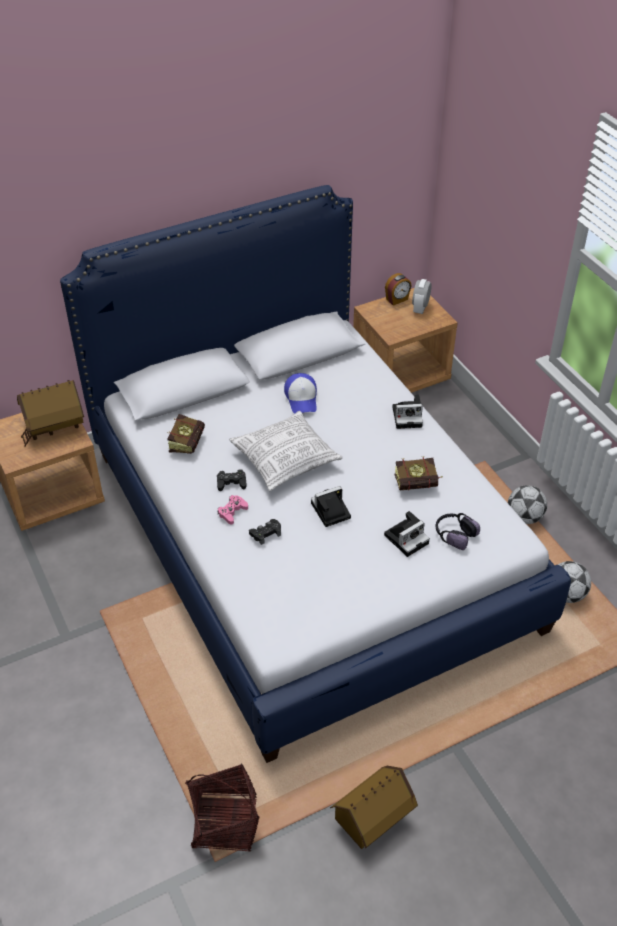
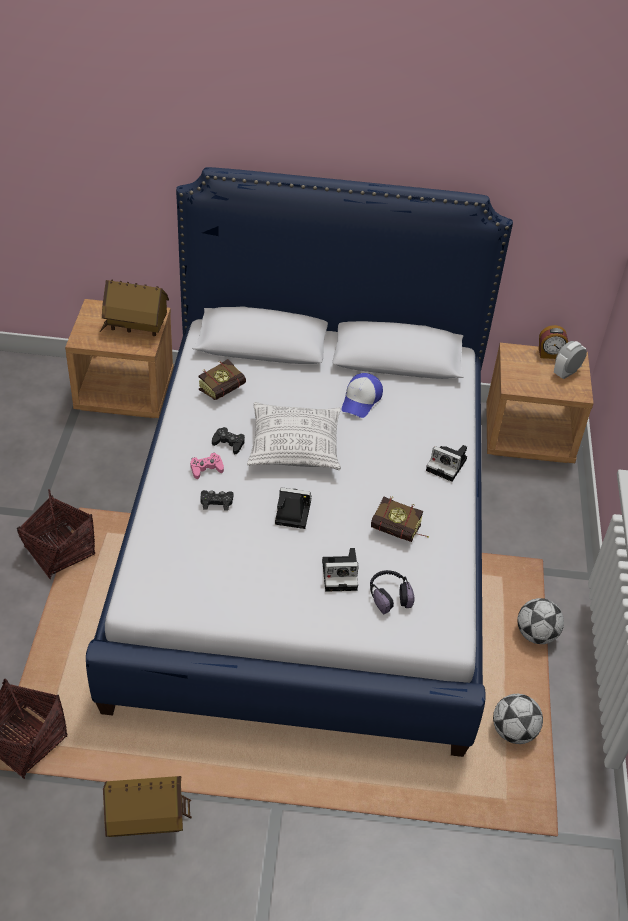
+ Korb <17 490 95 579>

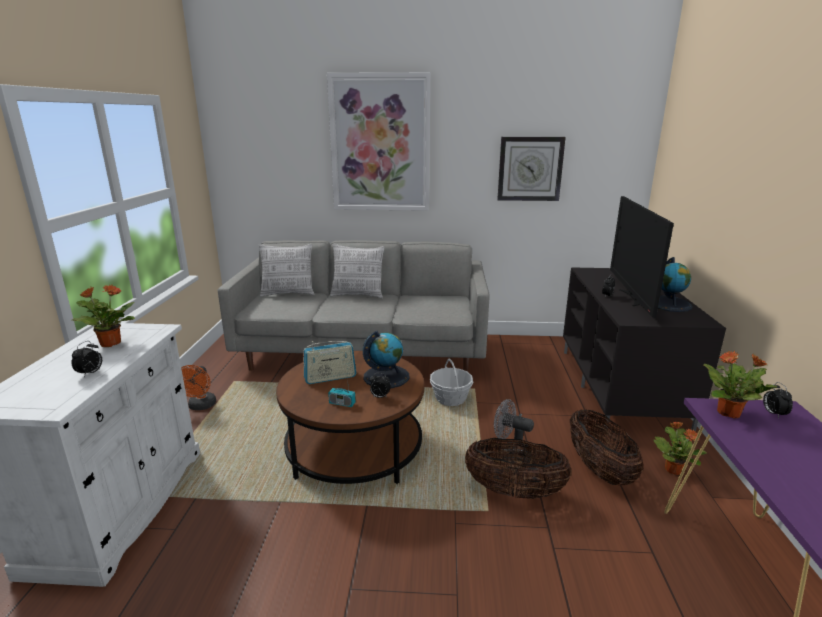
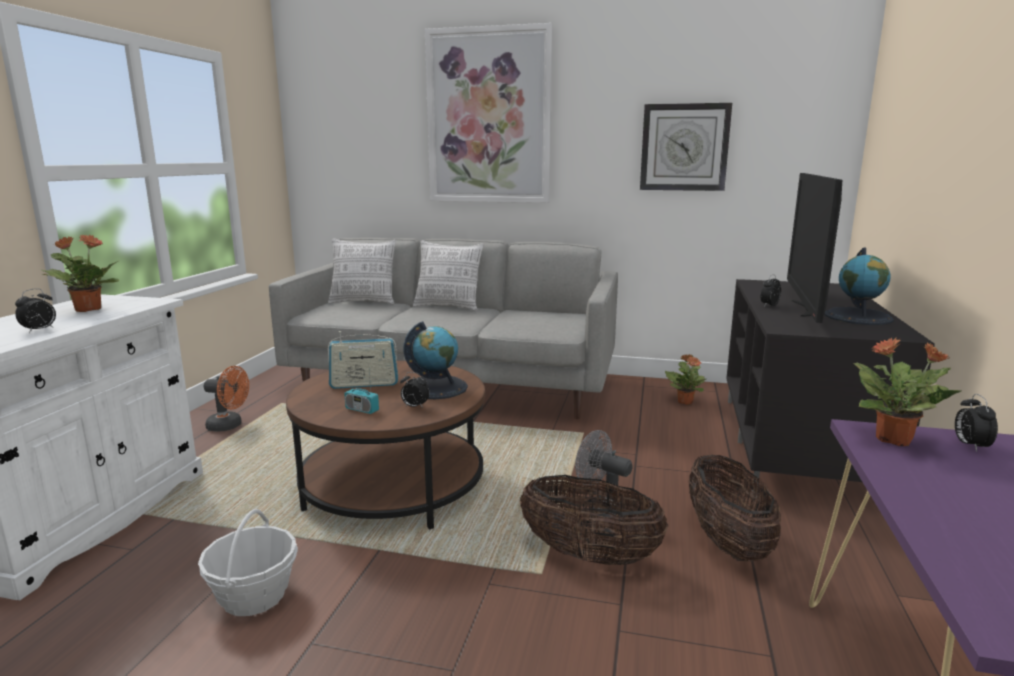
~ Korb <430 359 473 406> to <198 509 298 616>
~ Topfpflanze <654 422 707 475> to <665 354 706 405>
~ Ventilator [orange] <181 365 216 410> = <204 366 249 432> 90 degrees counterclockwise

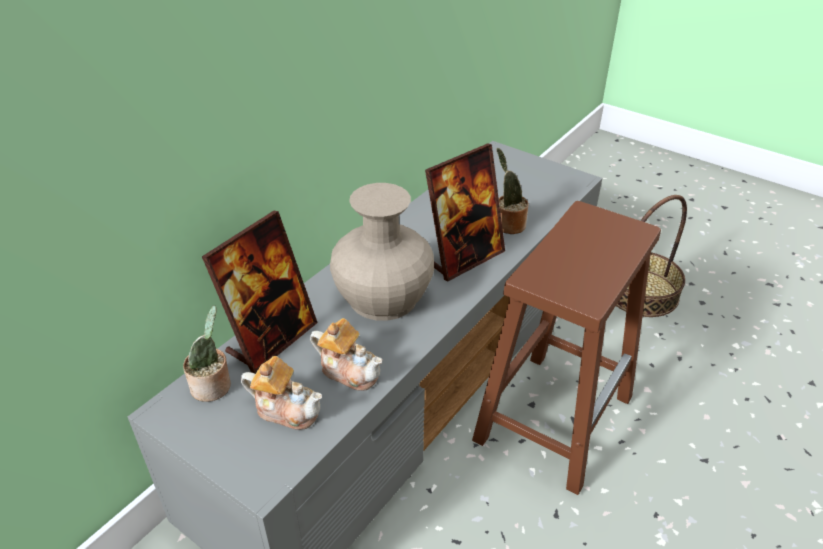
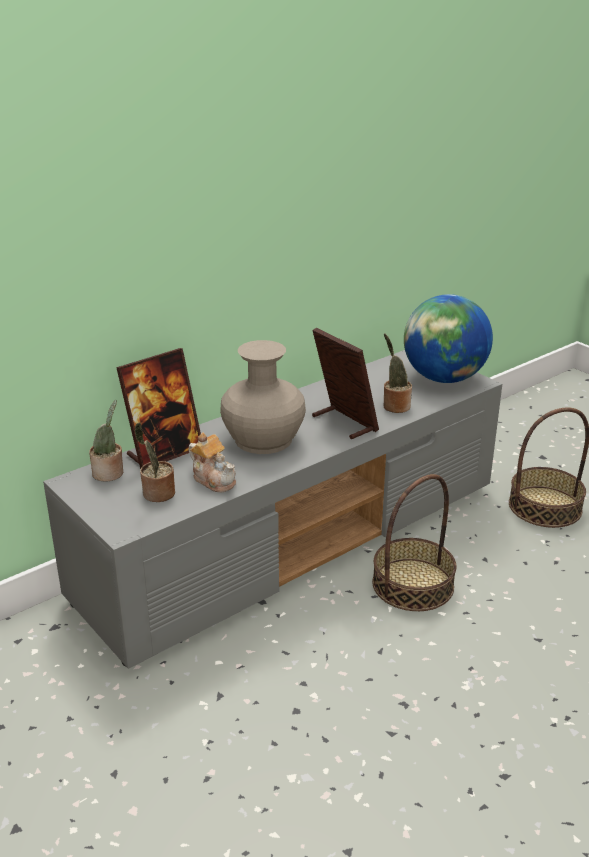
+ Globus <404 294 493 383>
~ Teekanne <241 356 322 430> to Topfpflanze <135 423 175 502>
~ Hocker [braun] <472 201 661 495> to Korb <372 474 457 611>
~ Bilderrahmen <425 143 505 281> = <312 328 379 439> 105 degrees counterclockwise

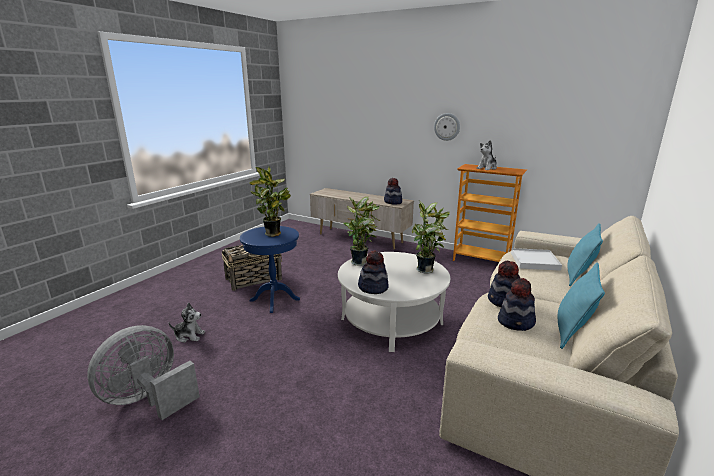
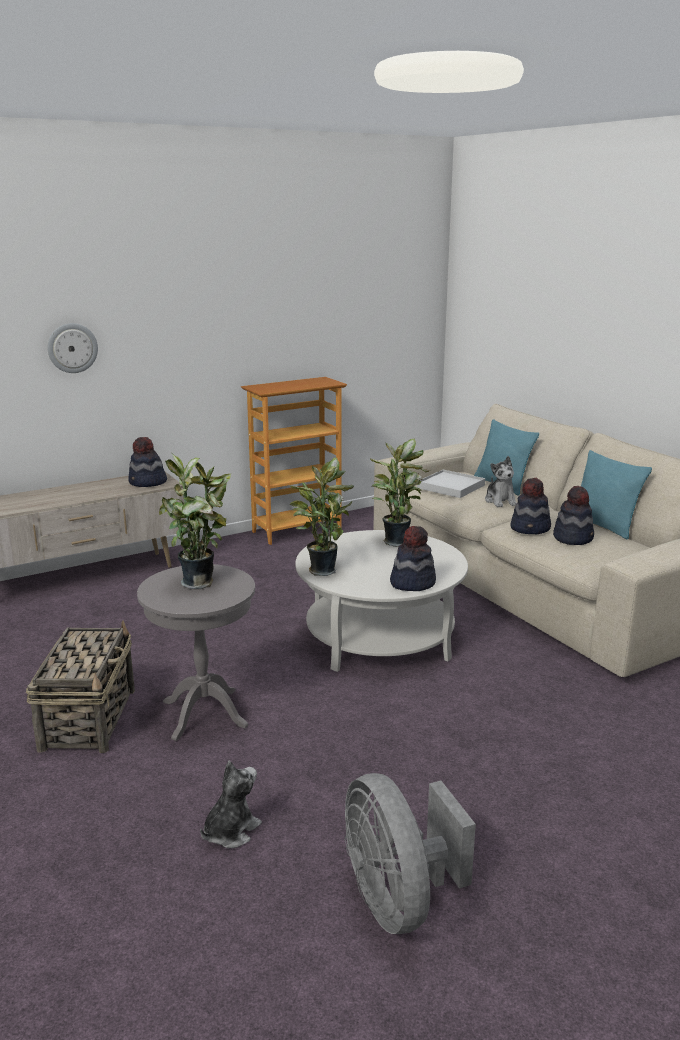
~ Wanduhr <434 113 460 141> to <47 323 98 373>
~ Plüschtier <476 140 497 170> to <485 456 517 507>
~ Beistelltisch [blau] <240 226 300 313> to Beistelltisch [grau] <137 564 255 741>

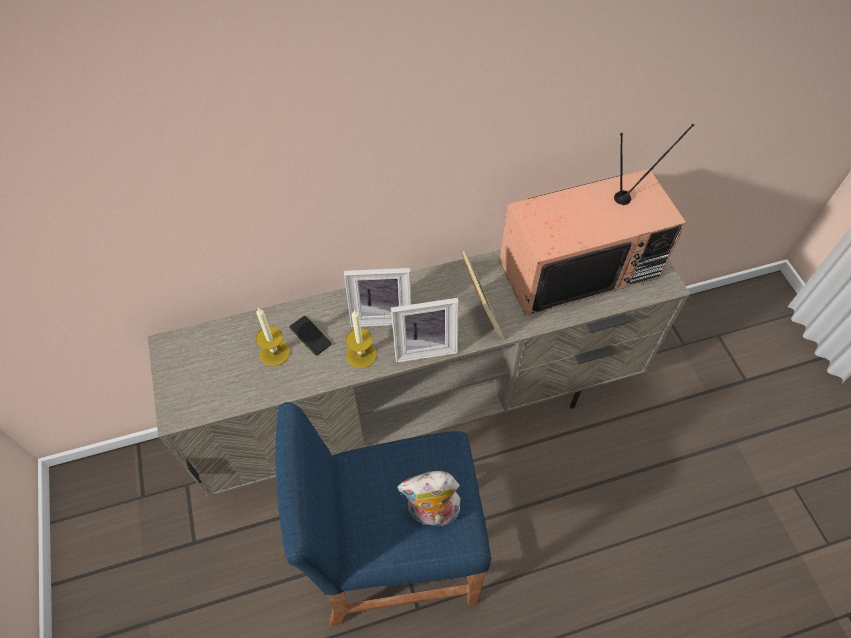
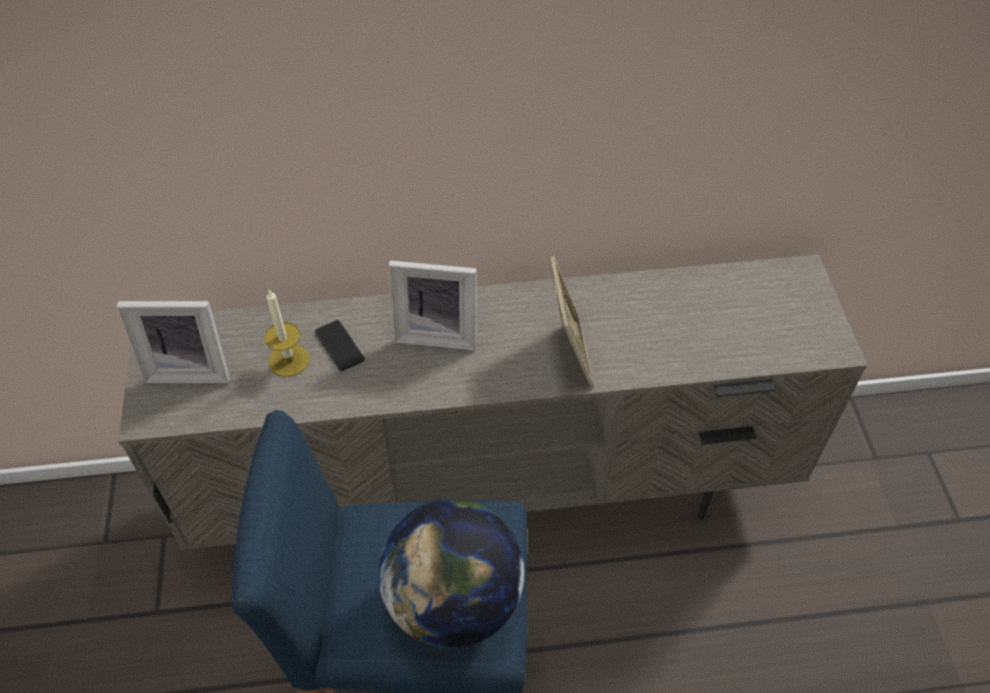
- Kerze <346 310 377 368>
- Fernseher <499 124 694 316>
~ Bilderrahmen <391 298 459 362> to <117 301 230 383>
~ Plüschtier <397 471 460 526> to Globus <378 499 524 649>

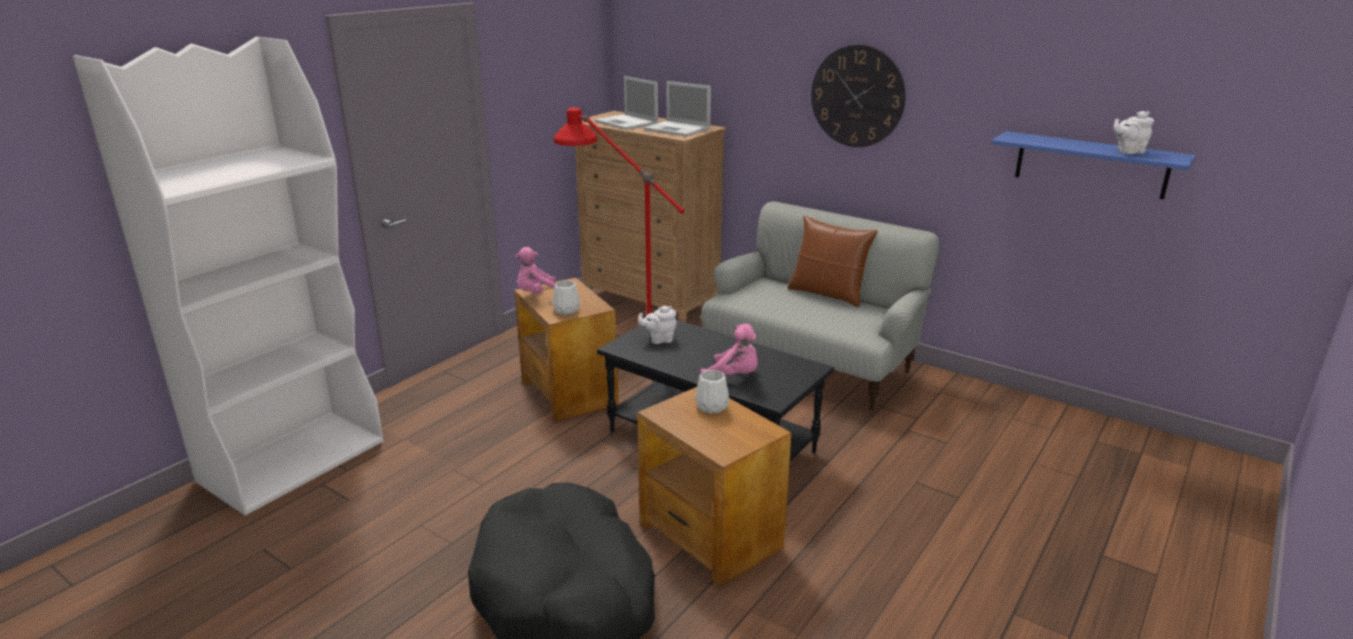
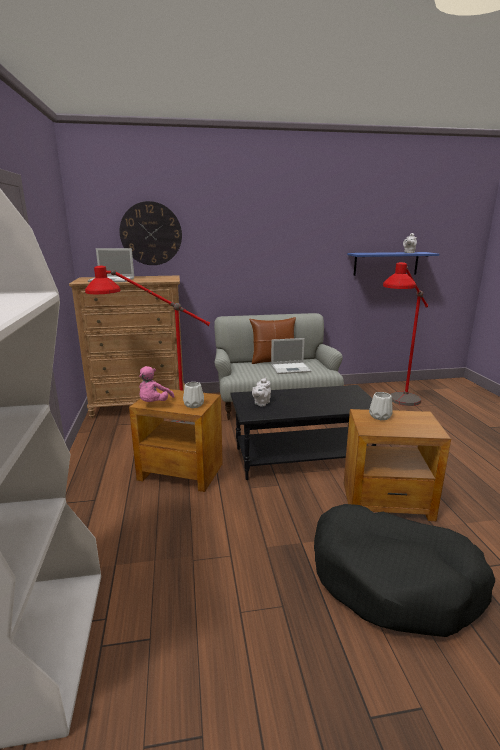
- Plüschtier [rosa] <700 324 758 375>
+ Stehlampe [rot] <383 262 428 406>
~ Laptop <644 81 711 136> to <271 338 311 374>
~ Wanduhr <811 44 905 147> to <120 201 182 265>

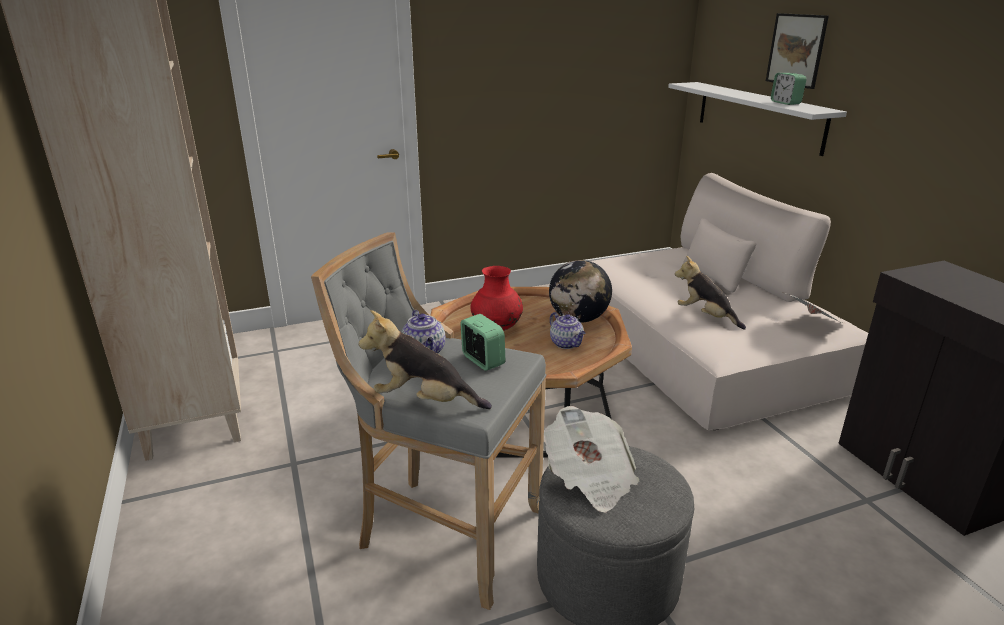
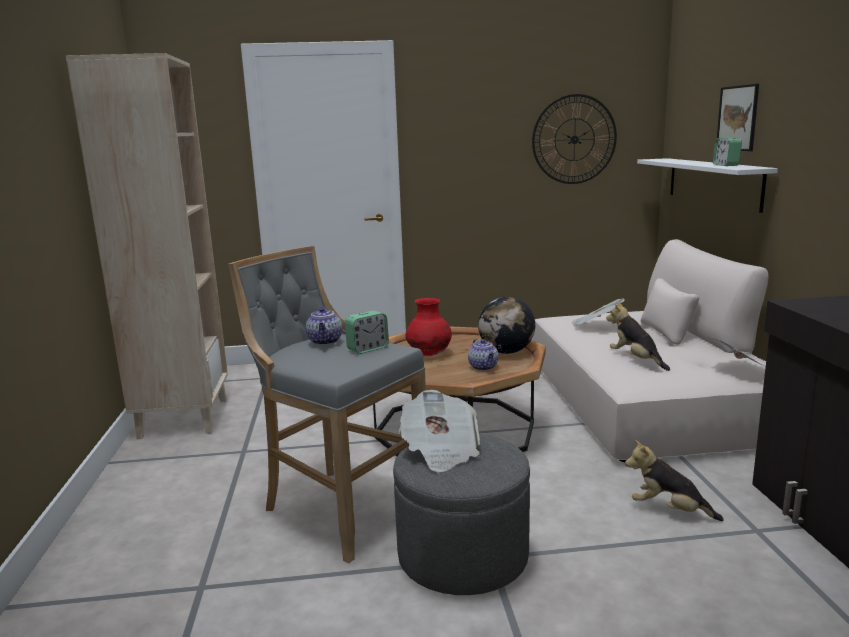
+ Wanduhr <532 94 617 184>
+ Zeitung <572 299 624 327>
~ Plüschtier <359 310 492 409> to <625 440 723 521>
~ Wecker <460 314 505 371> = <345 311 389 354> 75 degrees clockwise

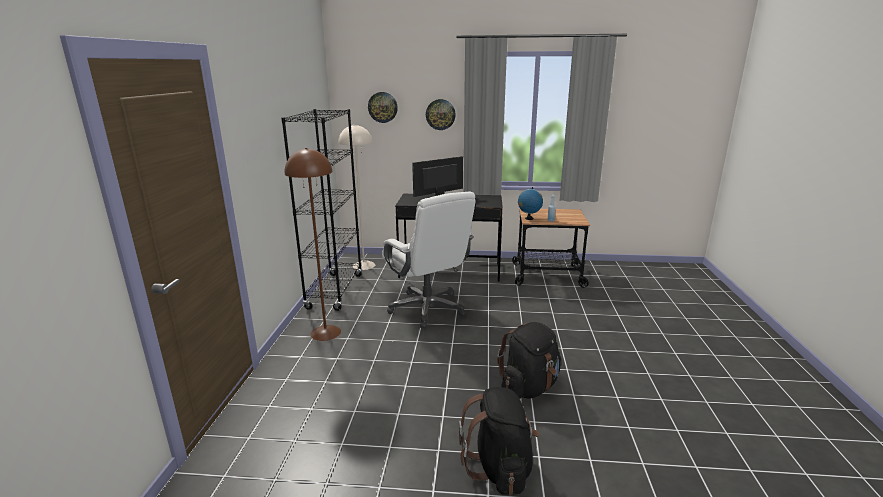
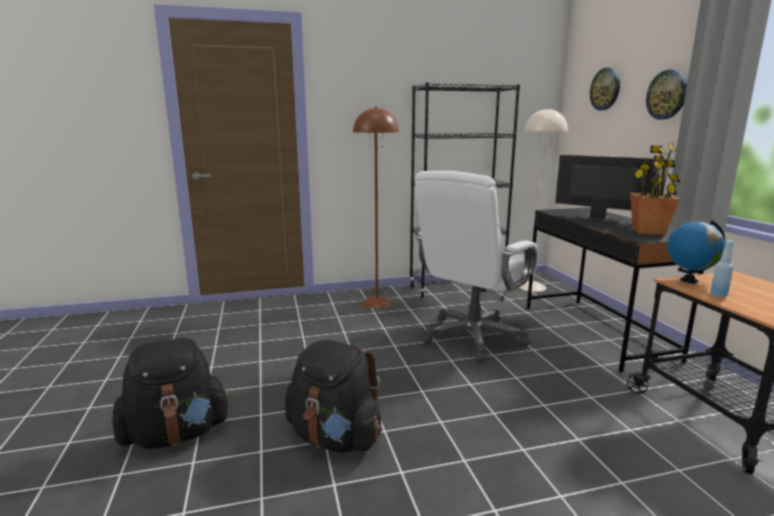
+ Topfpflanze <630 143 680 235>

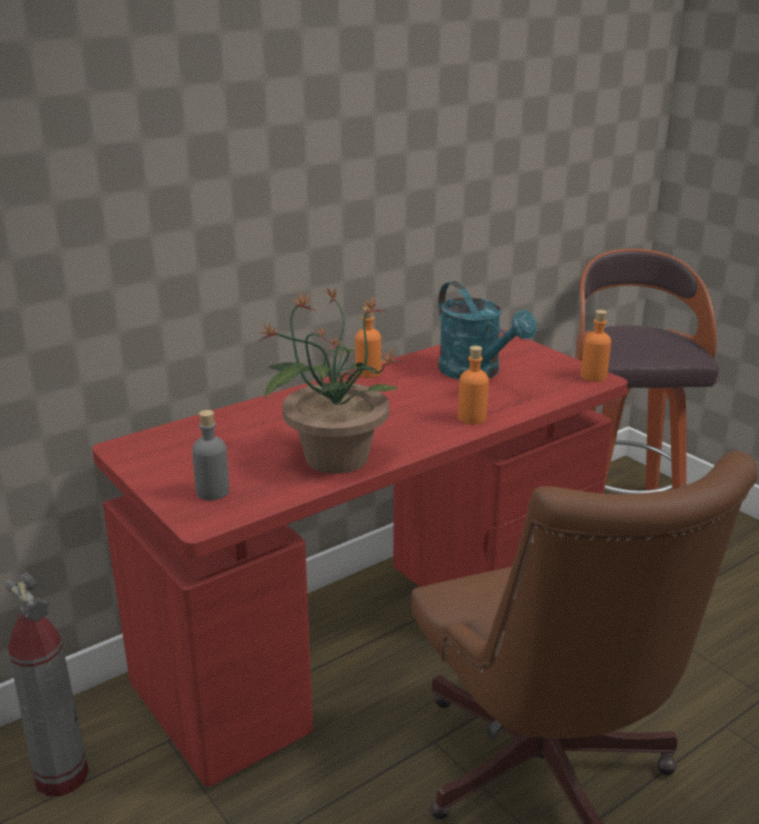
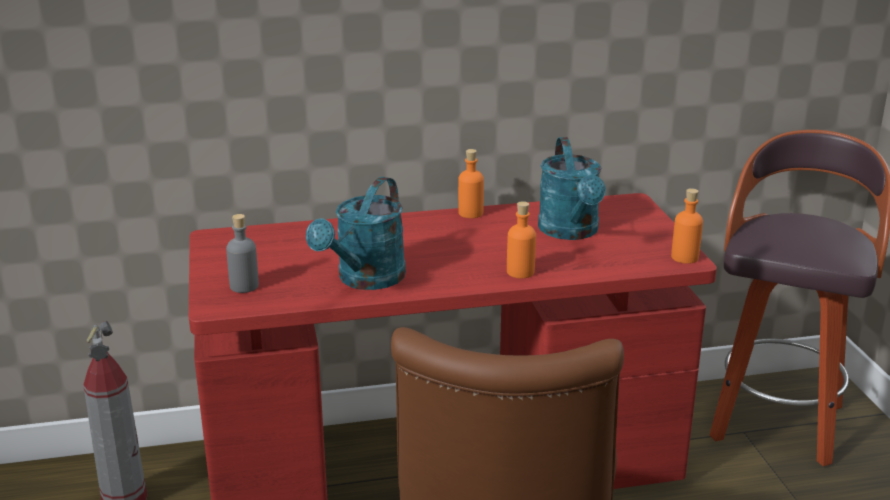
~ Topfpflanze <259 287 402 474> to Gießkanne [türkis] <306 177 406 290>

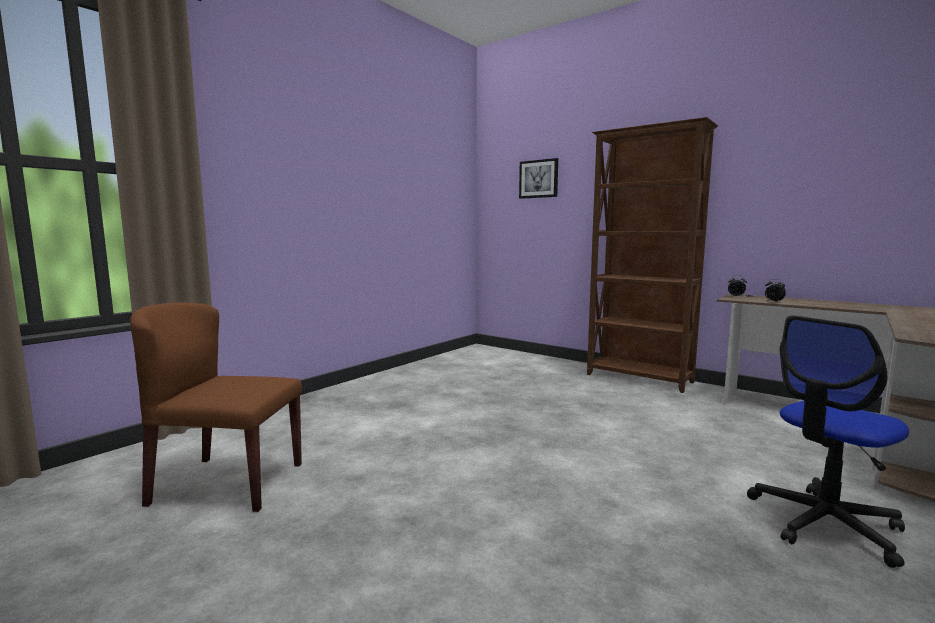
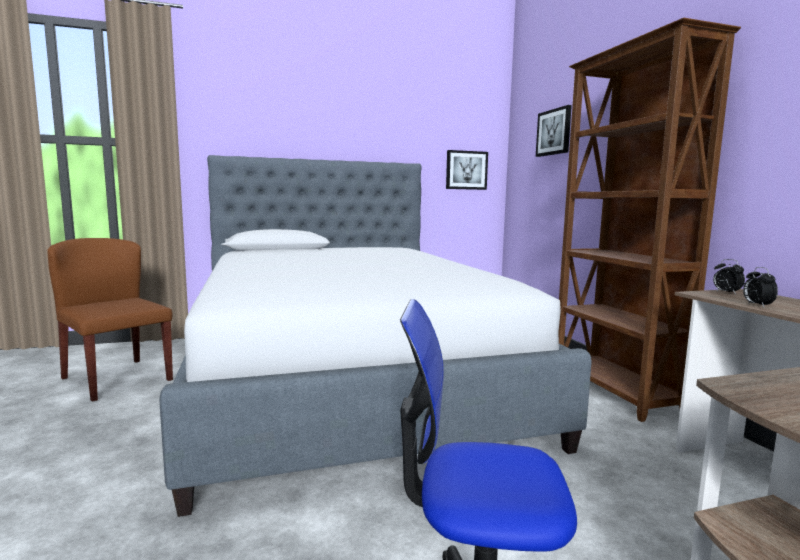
+ Bett <160 155 592 517>
+ Bild <446 150 488 190>

